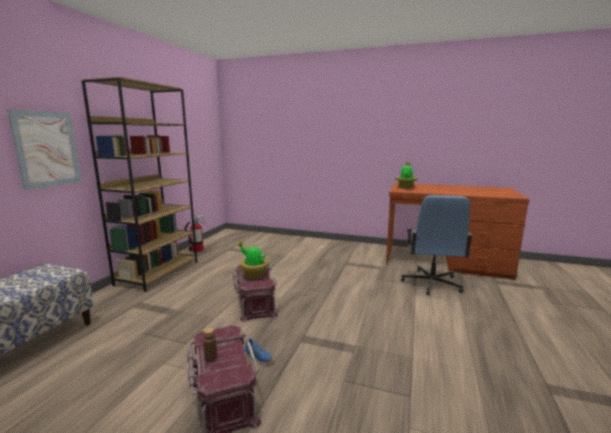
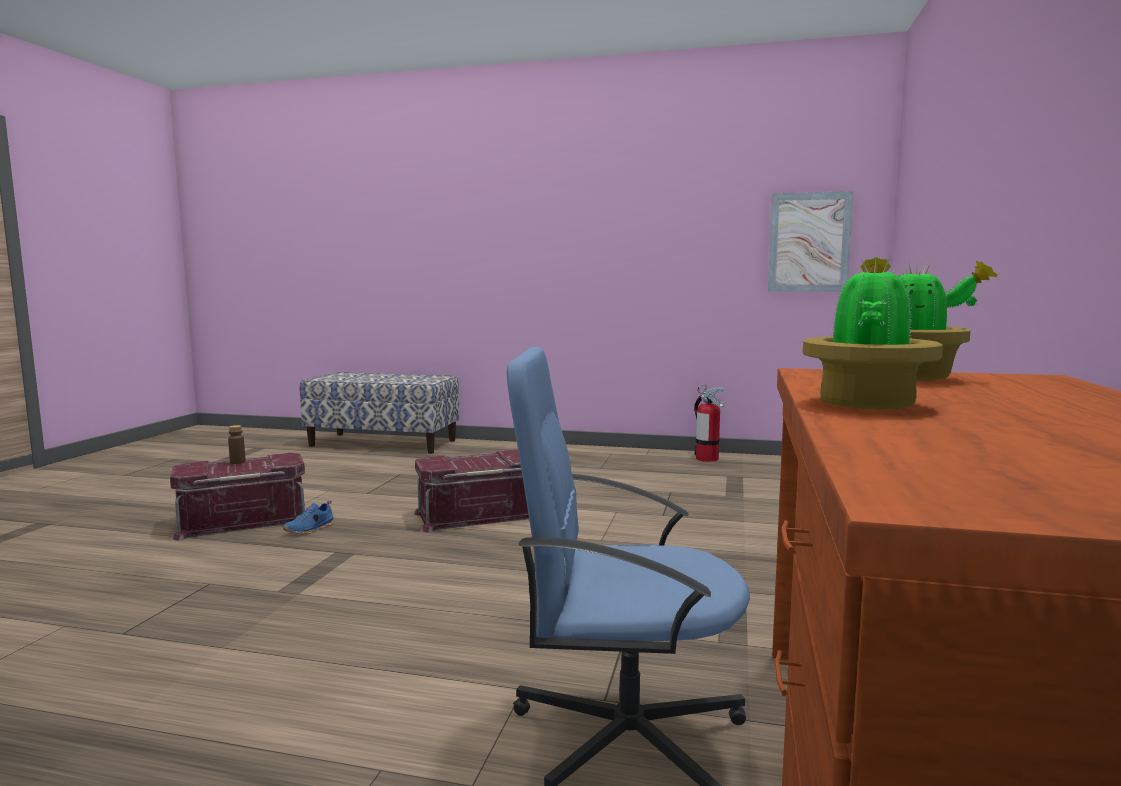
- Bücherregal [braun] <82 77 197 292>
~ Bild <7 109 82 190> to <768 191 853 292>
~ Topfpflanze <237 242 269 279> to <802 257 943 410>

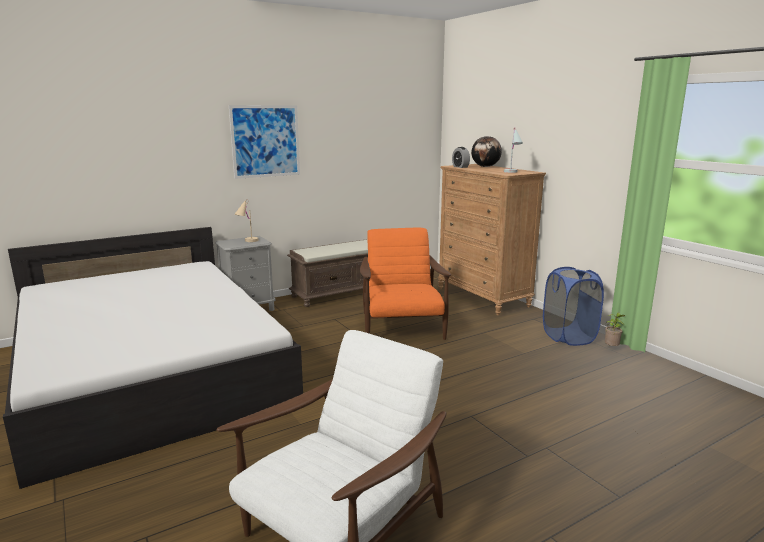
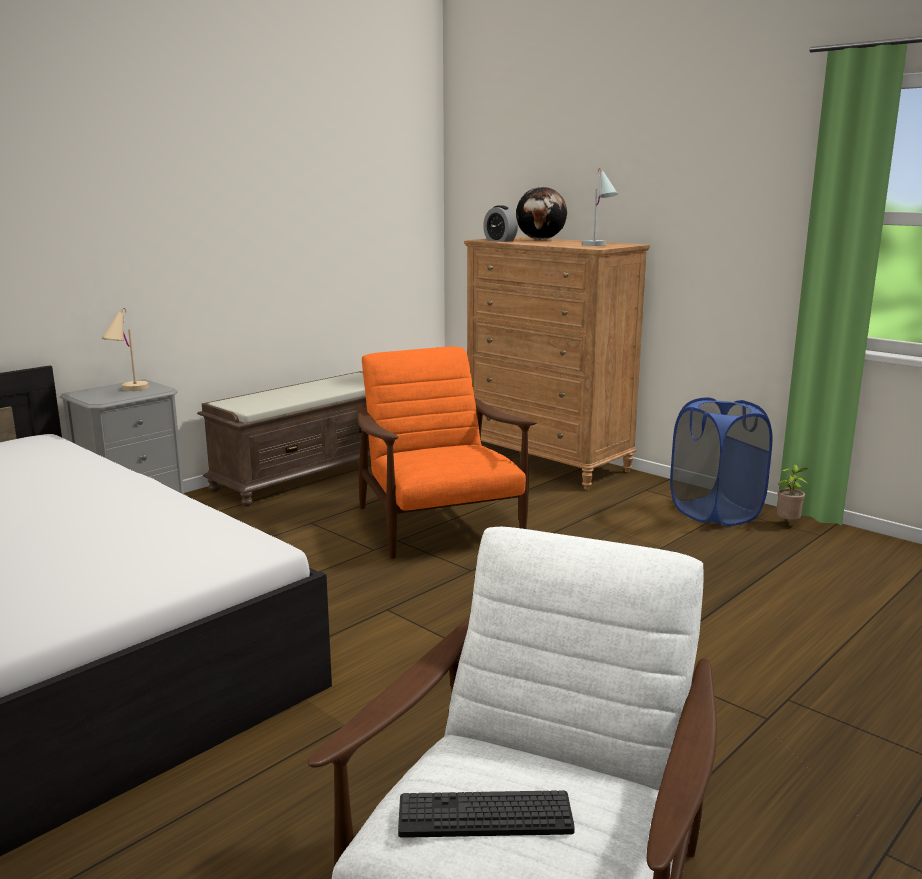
- Bild <229 105 300 179>
+ Tastatur <398 790 575 838>

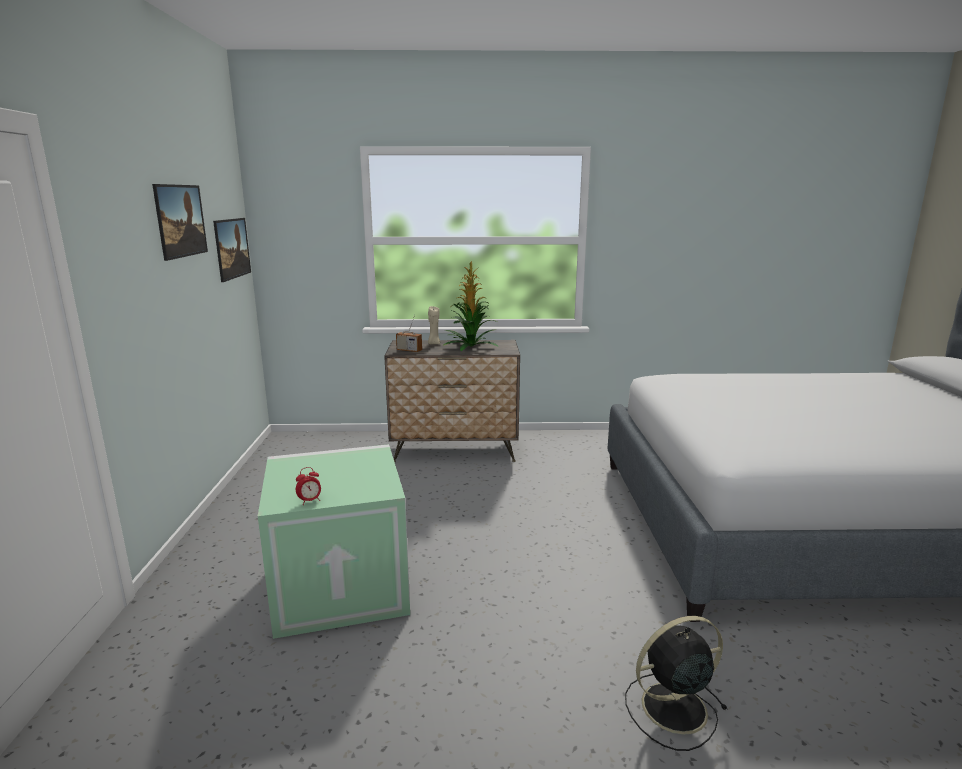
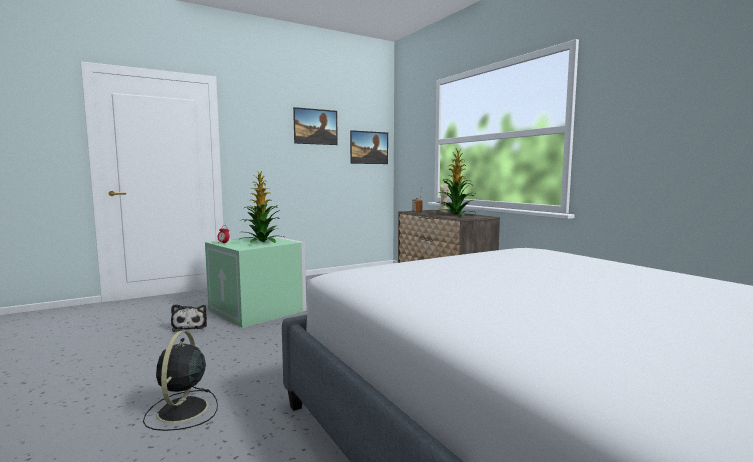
+ Plüschtier <171 304 207 332>
+ Topfpflanze <239 171 283 243>
~ Ventilator [schwarz] <625 616 728 751> = <143 331 218 431> 135 degrees counterclockwise

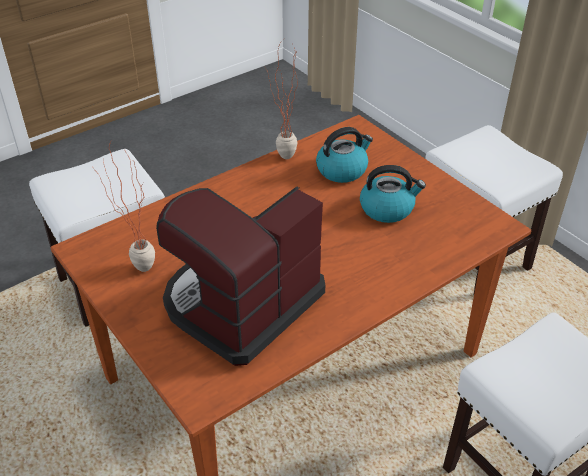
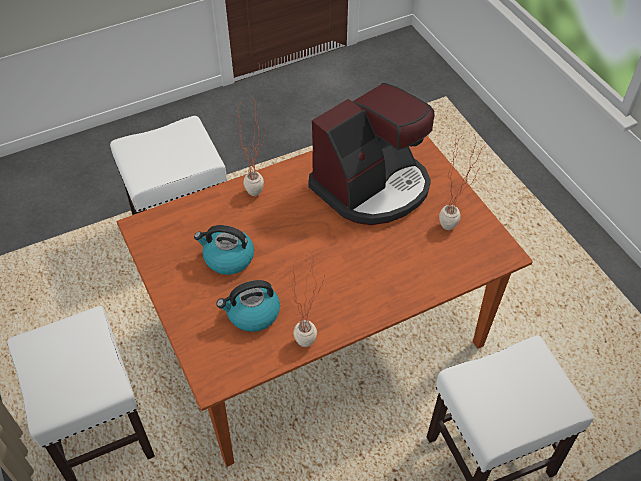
+ Topfpflanze <236 96 267 196>

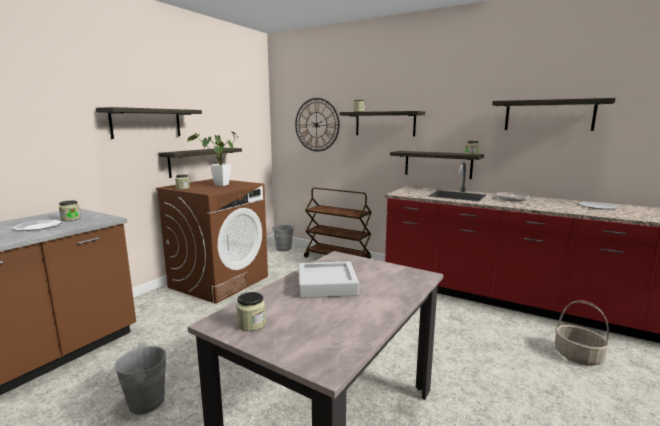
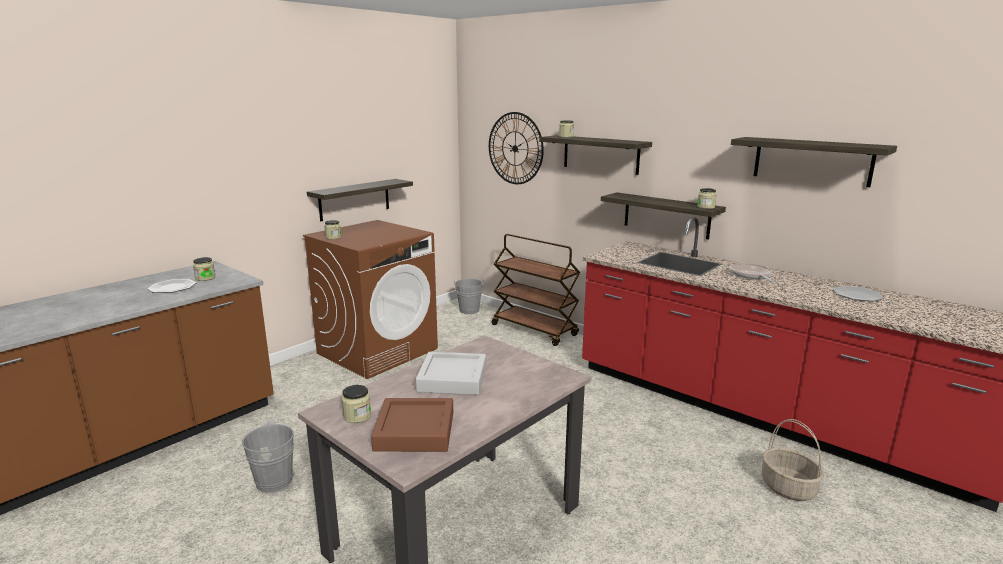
- Wandregal <96 107 202 139>
- Topfpflanze <187 131 238 186>
+ Tablett [braun] <371 398 453 452>

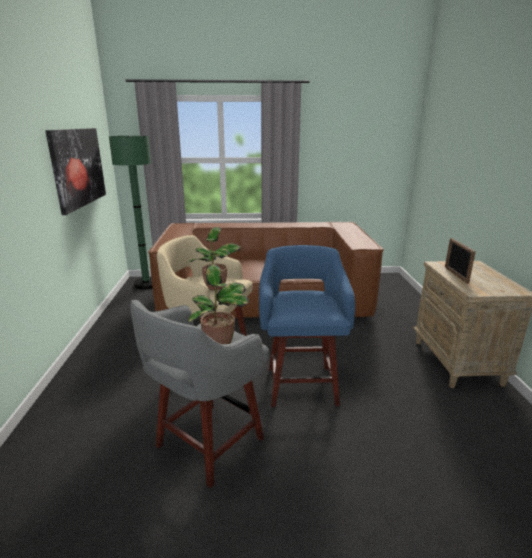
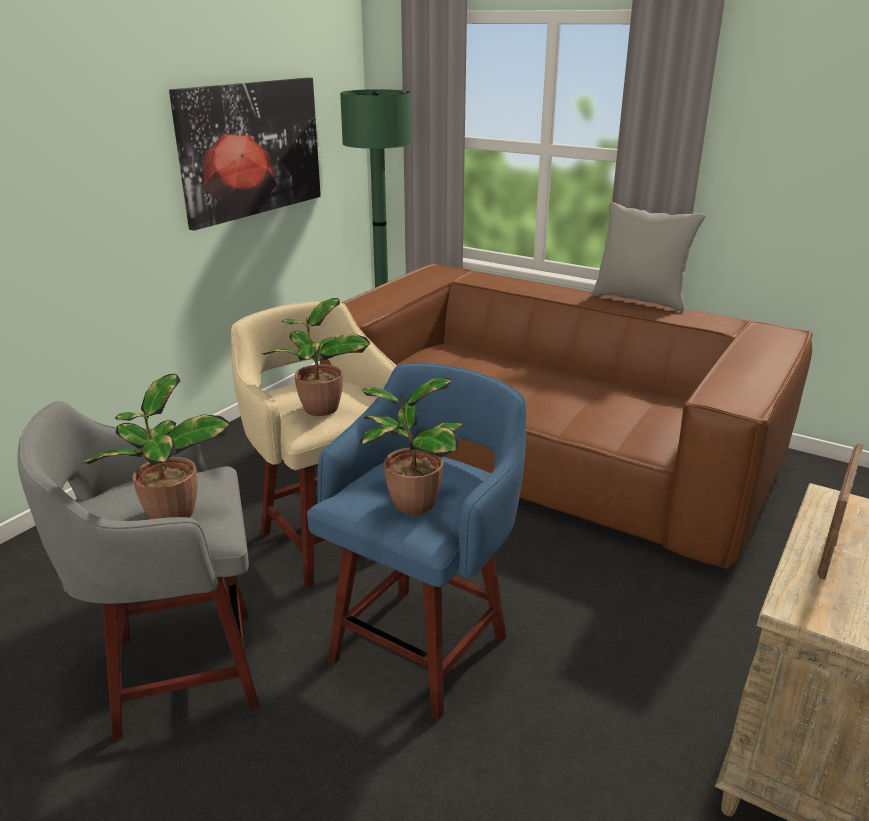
+ Topfpflanze <359 378 463 515>
+ Kissen [grau] <591 202 706 311>

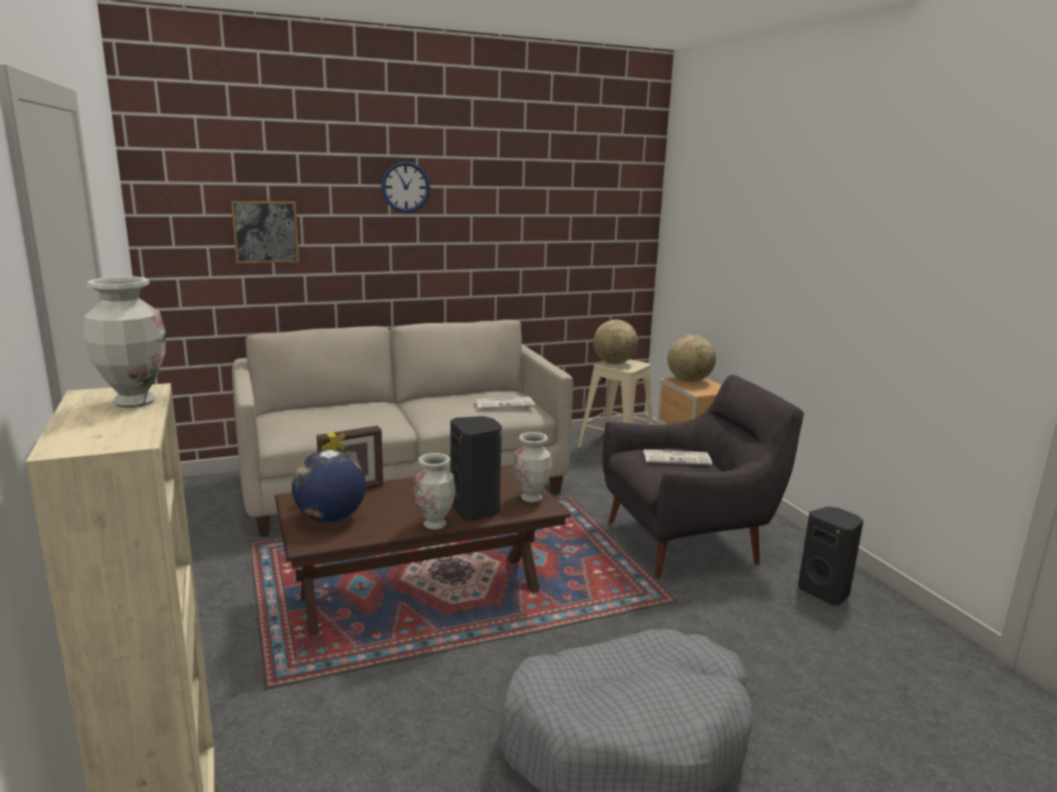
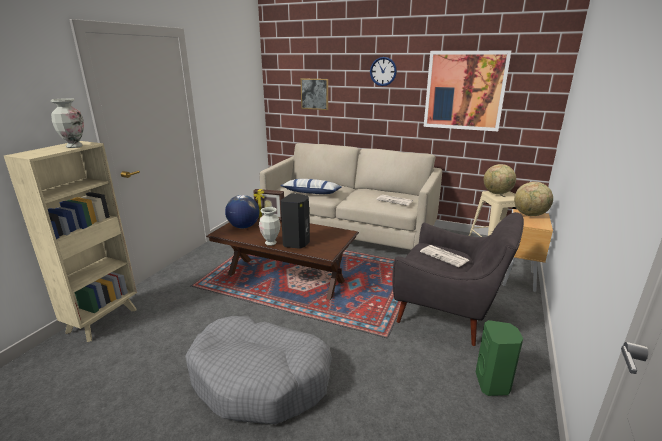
- Vase <513 432 552 503>
+ Kissen <280 179 341 194>
+ Bild <424 51 511 131>
~ Lautsprecher [schwarz] <798 506 863 605> to Lautsprecher [grün] <476 320 523 396>

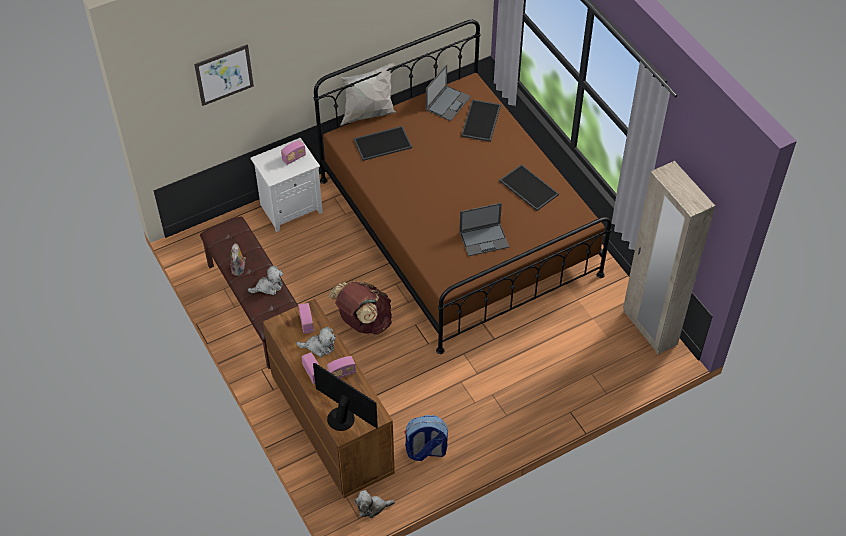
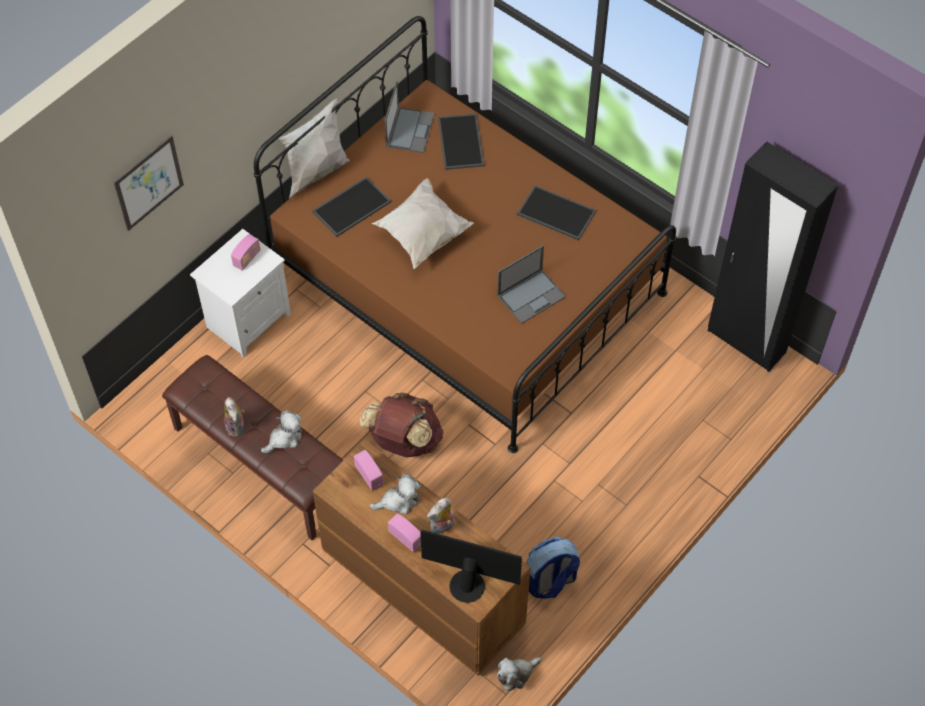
+ Kissen [weiß] <371 178 474 269>
~ Radio <327 356 356 379> to Plüschtier <427 498 454 534>
~ Kleiderschrank [beige] <623 161 715 354> to Kleiderschrank [schwarz] <708 141 838 372>

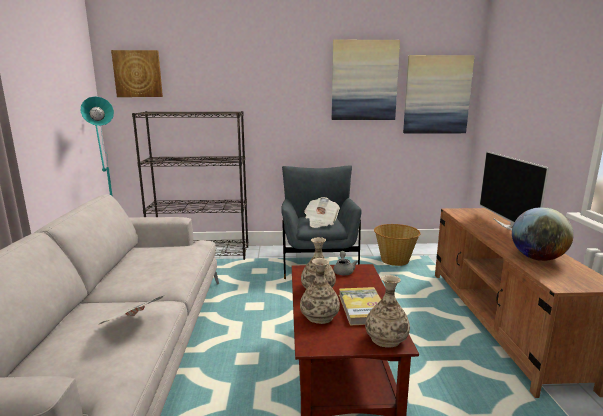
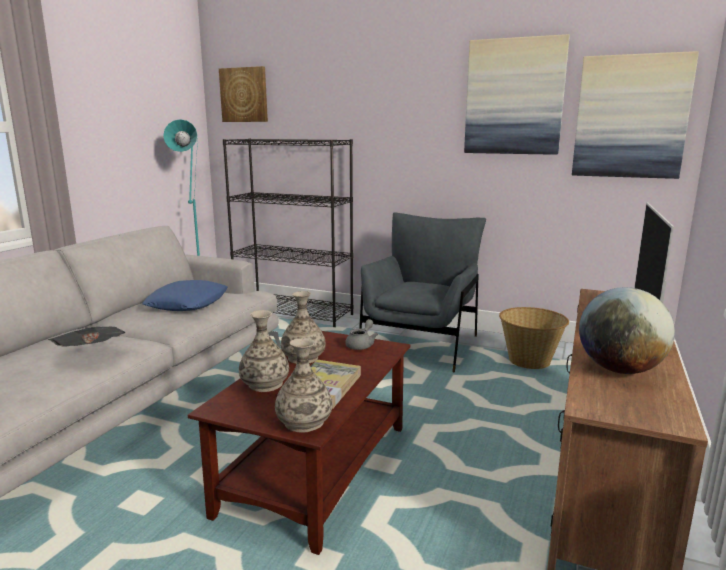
- Zeitung <304 197 340 228>
+ Kissen [blau] <142 280 228 311>

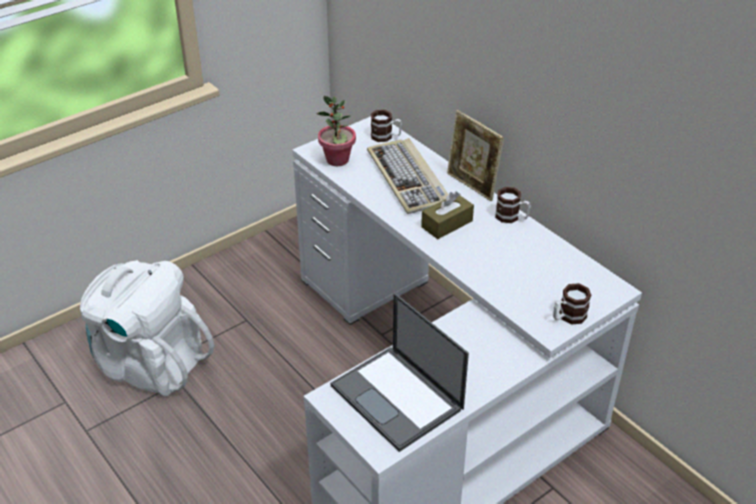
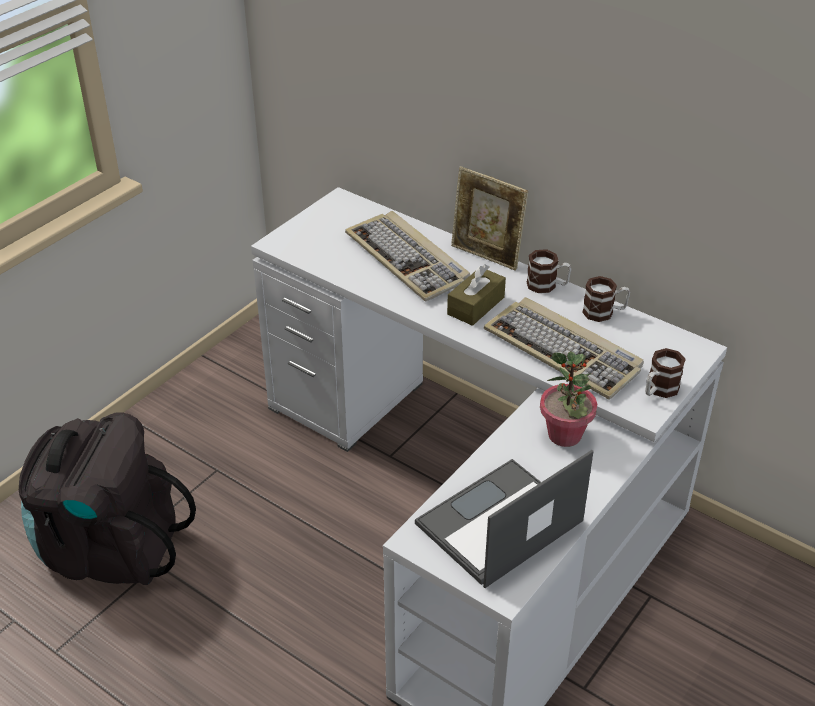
+ Tastatur <484 297 644 400>
~ Topfpflanze <317 96 356 166> to <540 351 597 447>
~ Henkelbecher <371 110 402 142> to <582 276 630 322>
~ Rucksack [weiß] <80 260 214 396> to Rucksack [schwarz] <19 412 196 585>
~ Laptop <331 293 469 452> = <415 450 594 588> 105 degrees clockwise

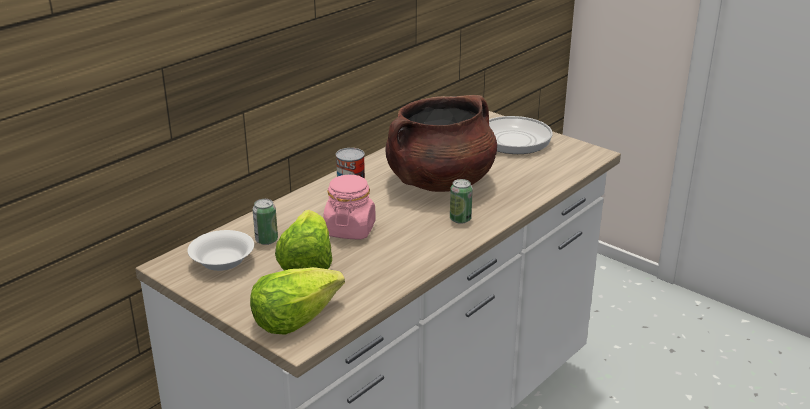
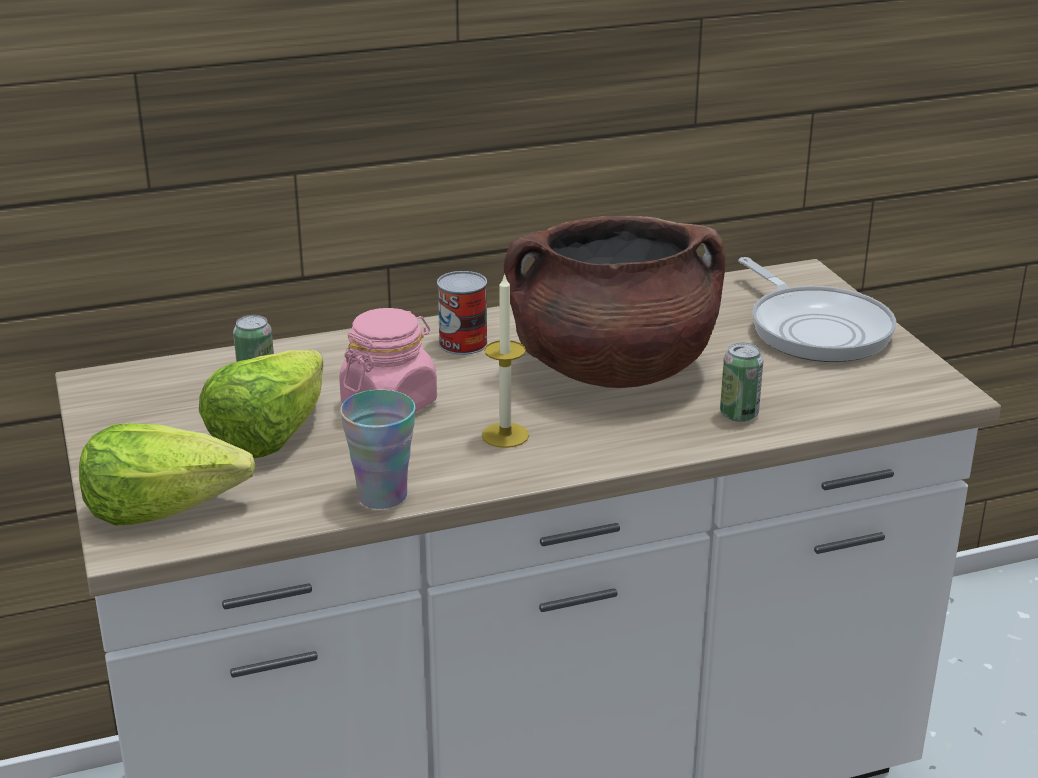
- Schüssel [weiß] <187 230 254 271>
+ Tasse <340 390 415 509>
+ Kerze <482 273 529 448>
~ Dose <450 179 473 224> to <720 342 764 422>

